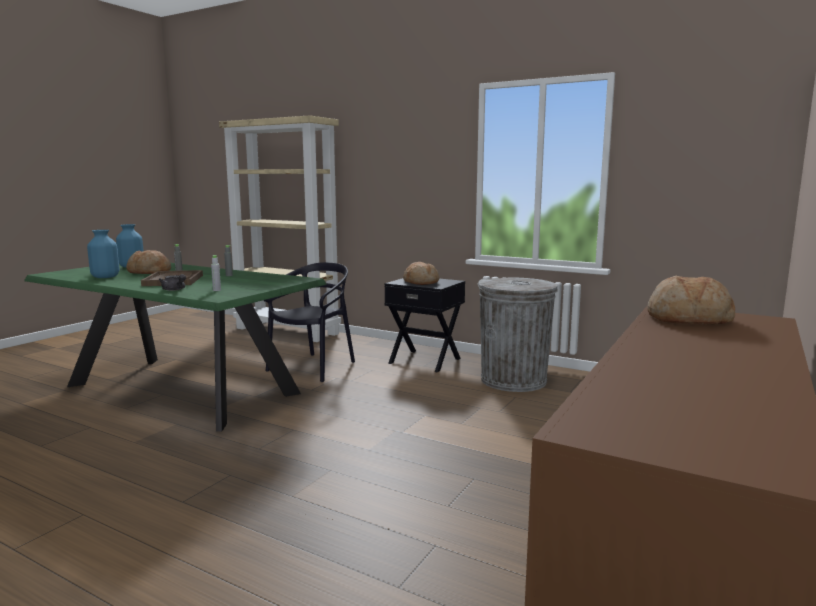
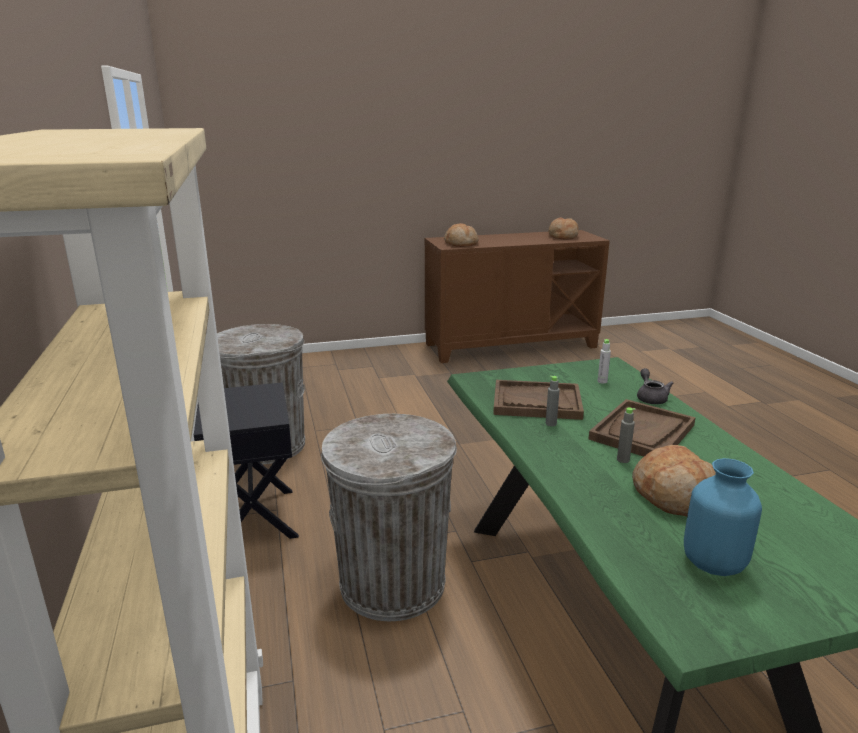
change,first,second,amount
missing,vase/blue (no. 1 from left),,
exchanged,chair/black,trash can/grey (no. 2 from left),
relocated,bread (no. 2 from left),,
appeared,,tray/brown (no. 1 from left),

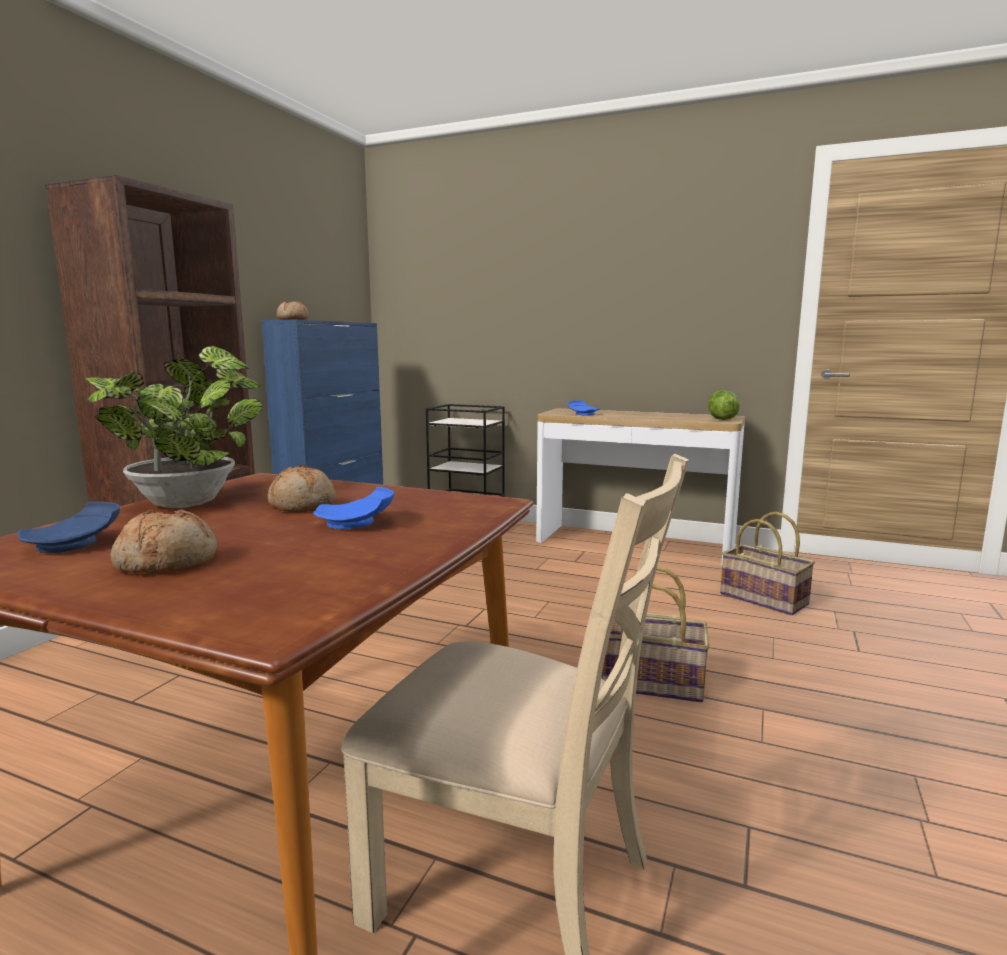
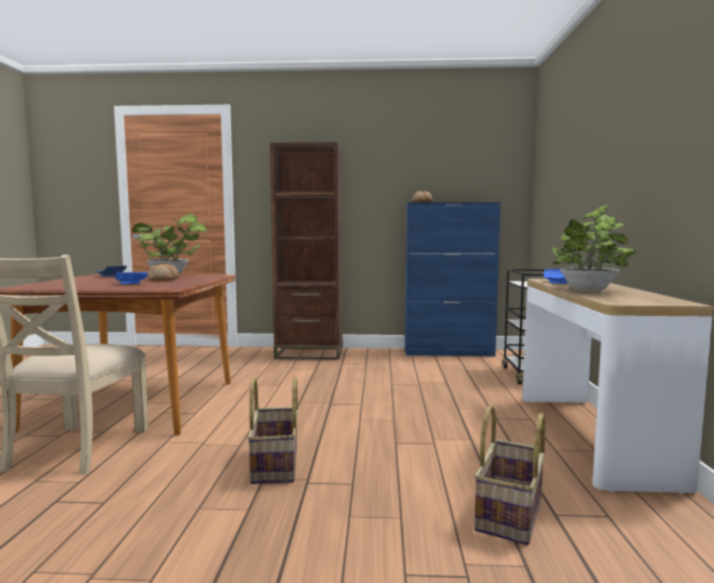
change,first,second,amount
missing,lettuce,,
missing,bread (no. 1 from left),,
appeared,,potted plant (no. 2 from left),

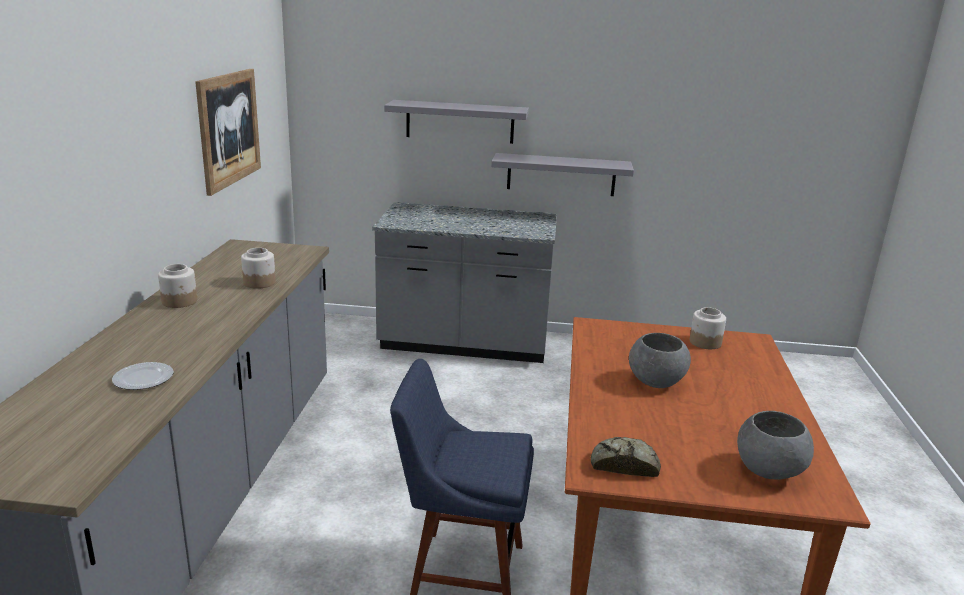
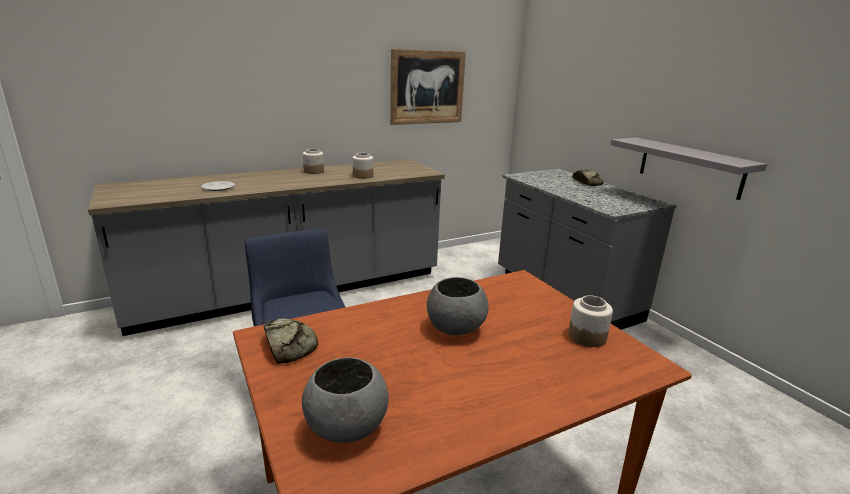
change,first,second,amount
missing,shelf/grey (no. 1 from left),,
appeared,,bread (no. 2 from left),

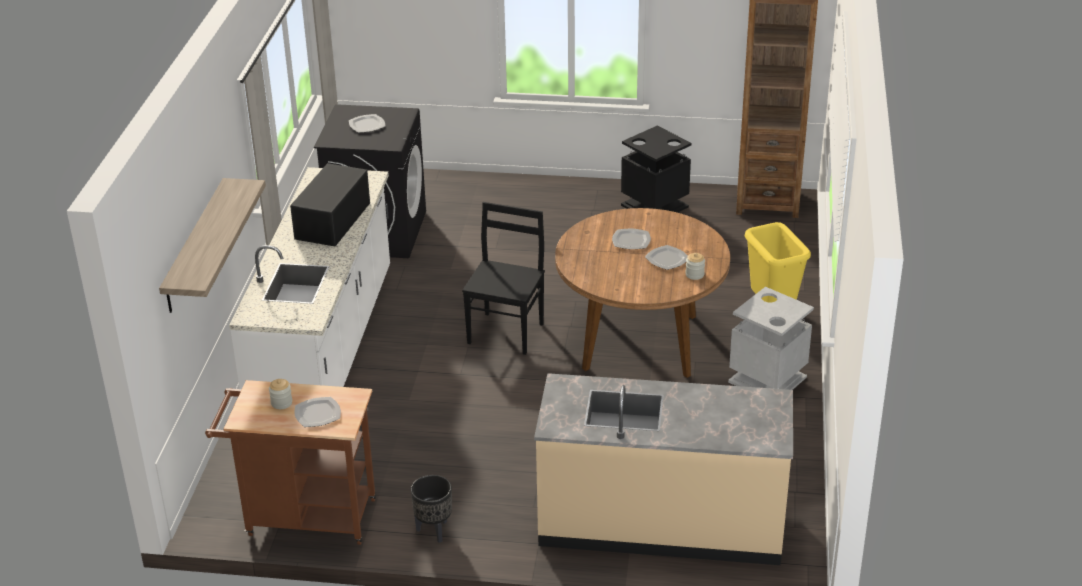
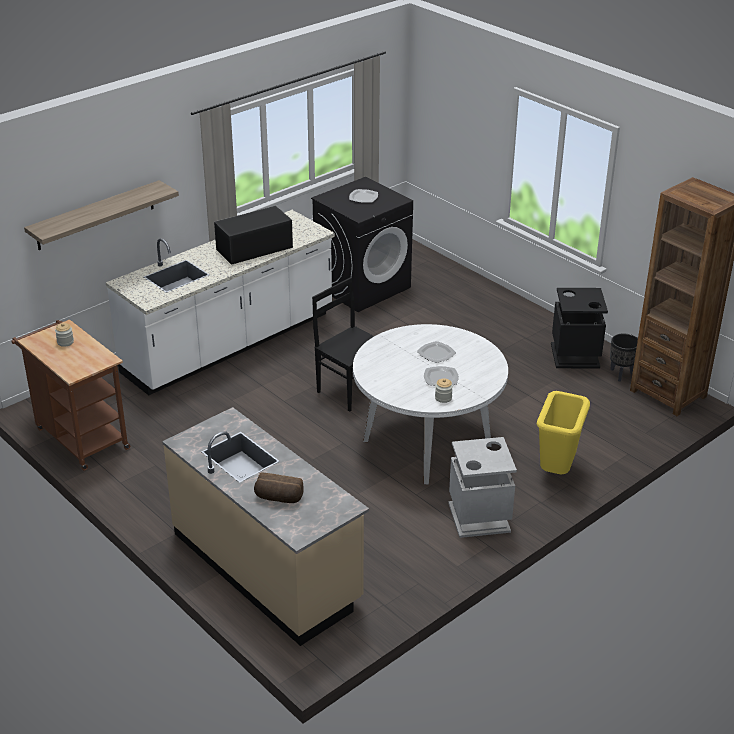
change,first,second,amount
spun,chair/black,,105 degrees counterclockwise
colour,dining table/brown,dining table/white,
missing,plate (no. 1 from left),,
relocated,planter/black,,
appeared,,bread,

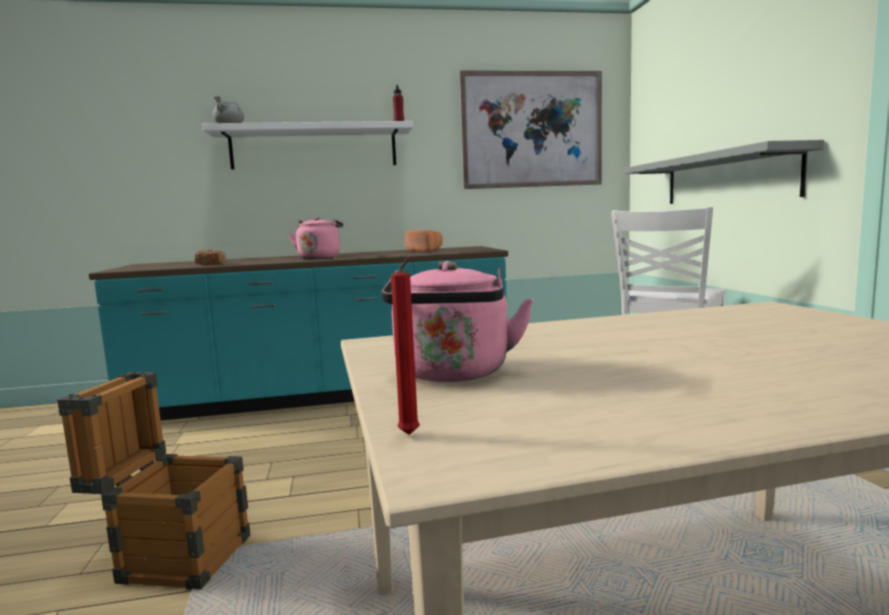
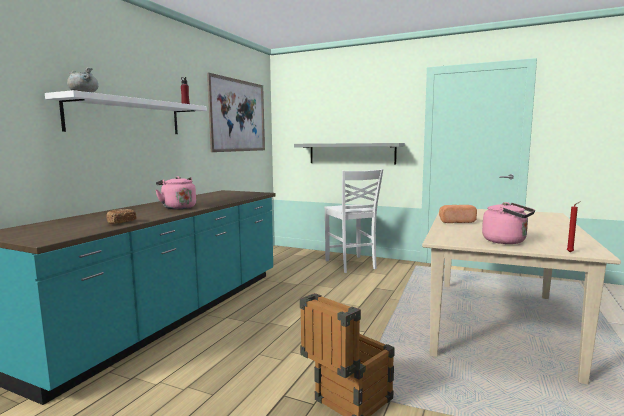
change,first,second,amount
relocated,bread (no. 2 from left),,

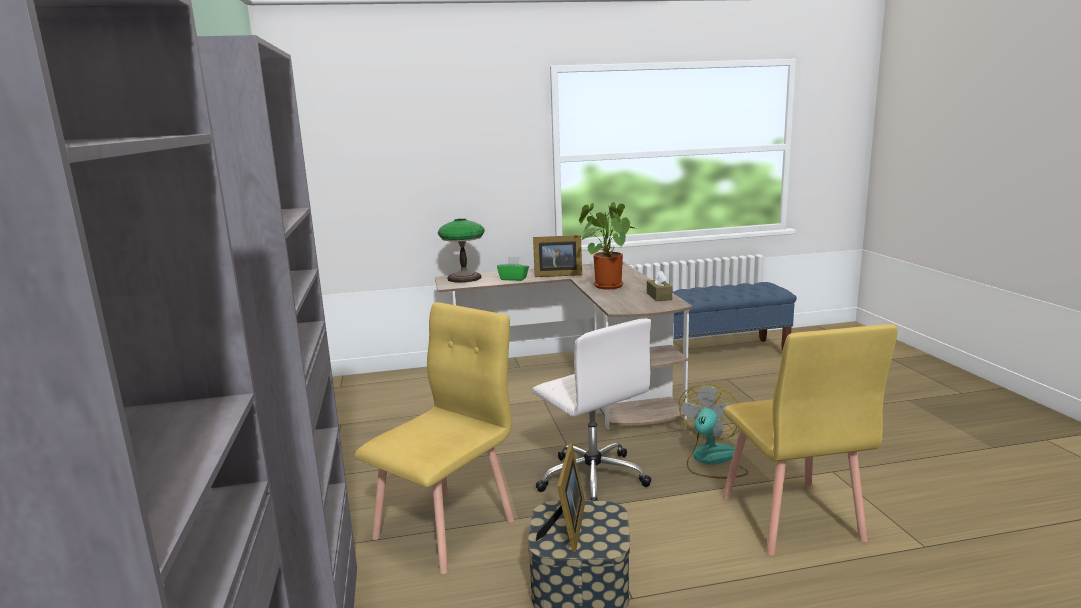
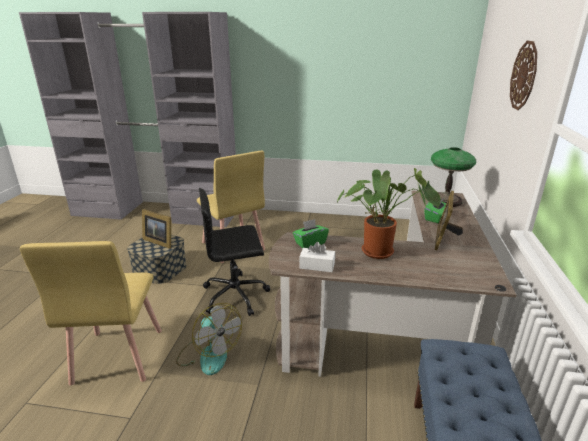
change,first,second,amount
colour,tissue box/brown,tissue box/white,
colour,office chair/white,office chair/black,
spun,chair/yellow (no. 2 from left in the first image),chair/yellow (no. 1 from left),105 degrees counterclockwise
appeared,,wall clock,
appeared,,tissue box/green (no. 1 from left),

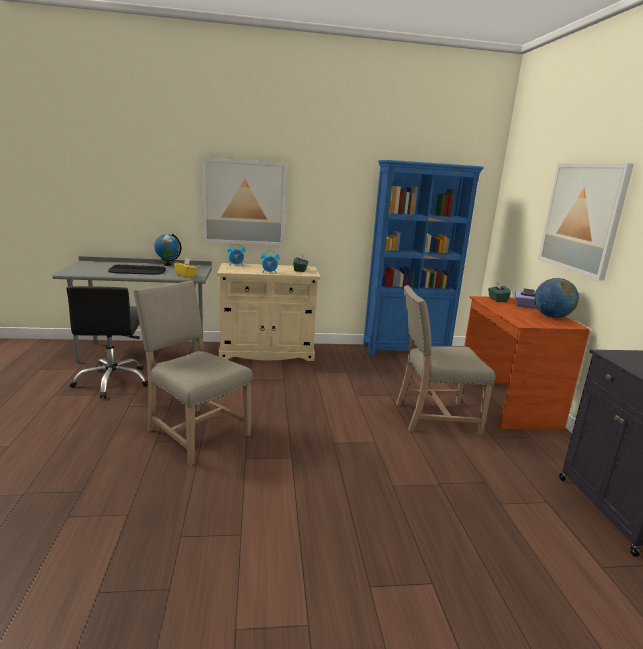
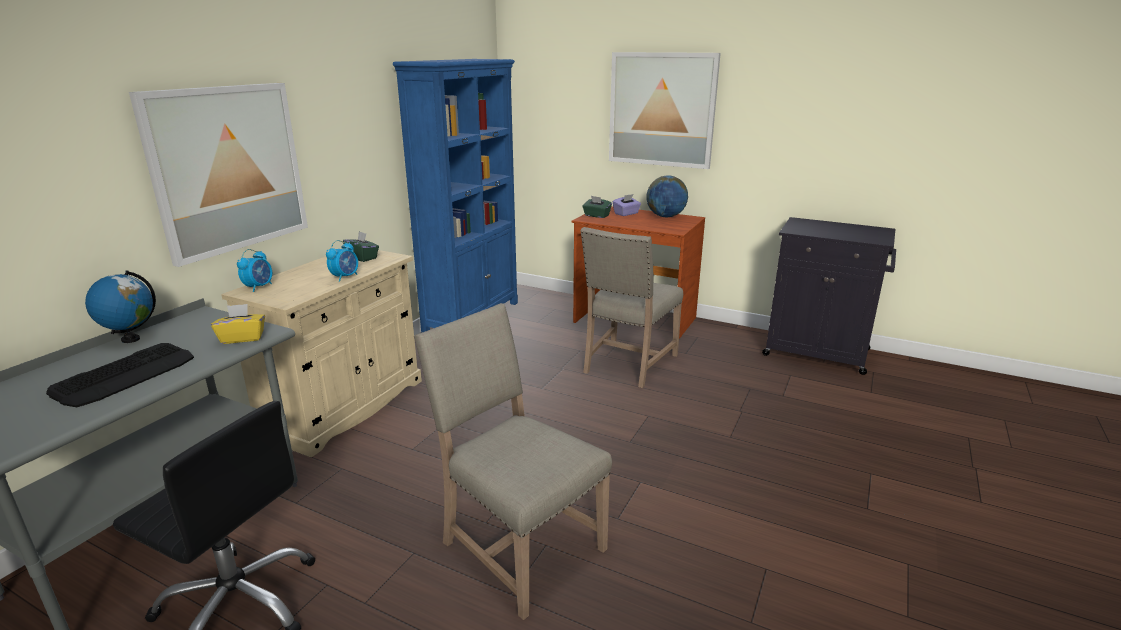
change,first,second,amount
spun,chair/beige (no. 1 from left),,60 degrees clockwise

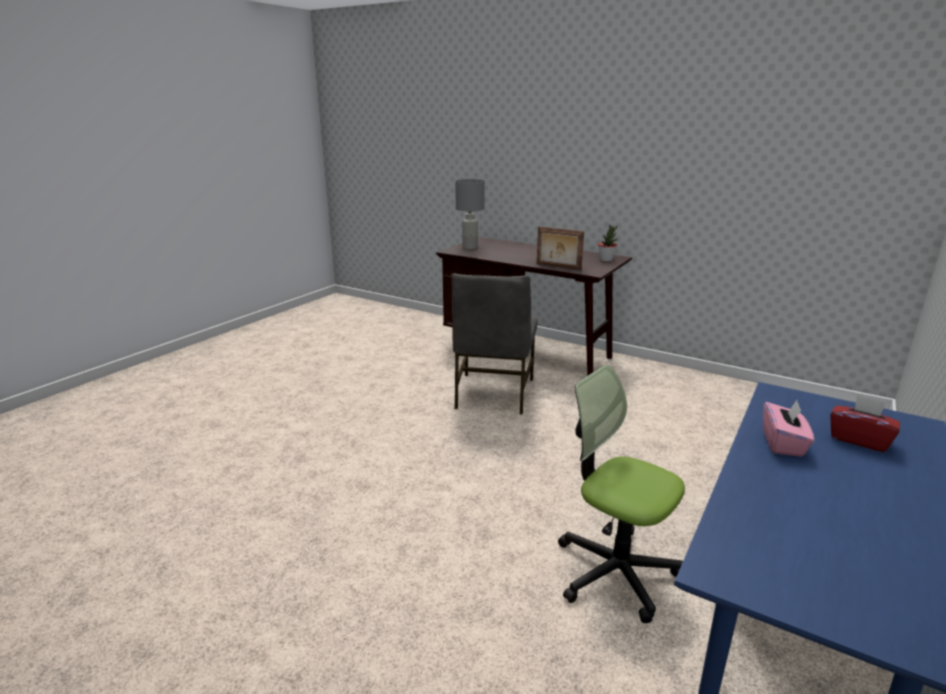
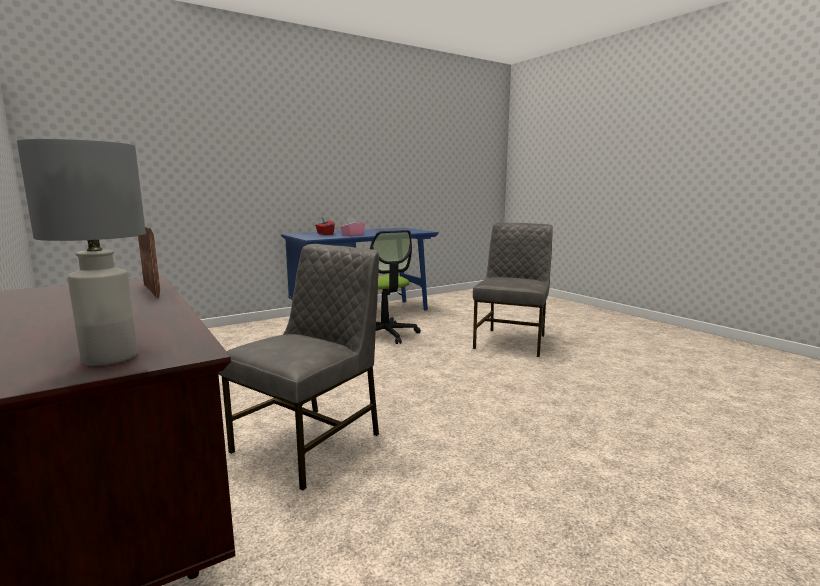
change,first,second,amount
missing,potted plant,,
appeared,,chair/grey (no. 2 from left),

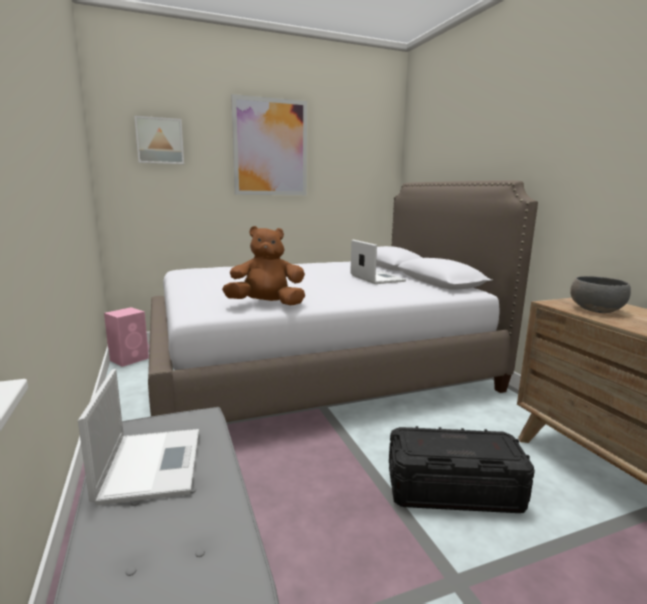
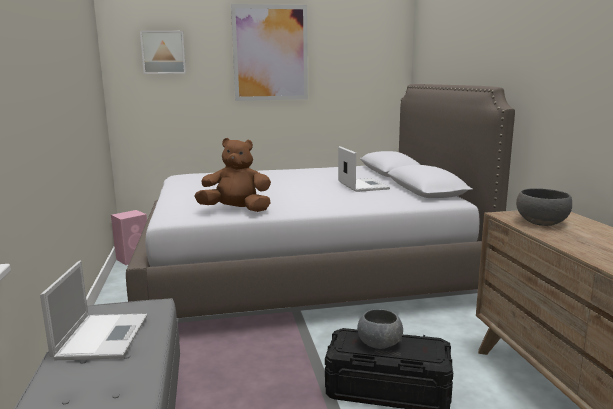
change,first,second,amount
appeared,,bowl/grey (no. 1 from left),

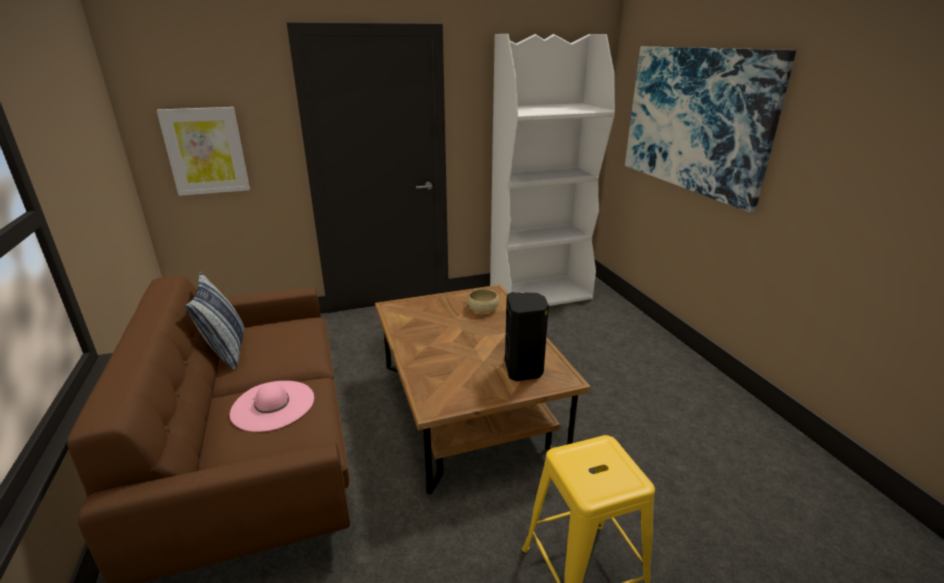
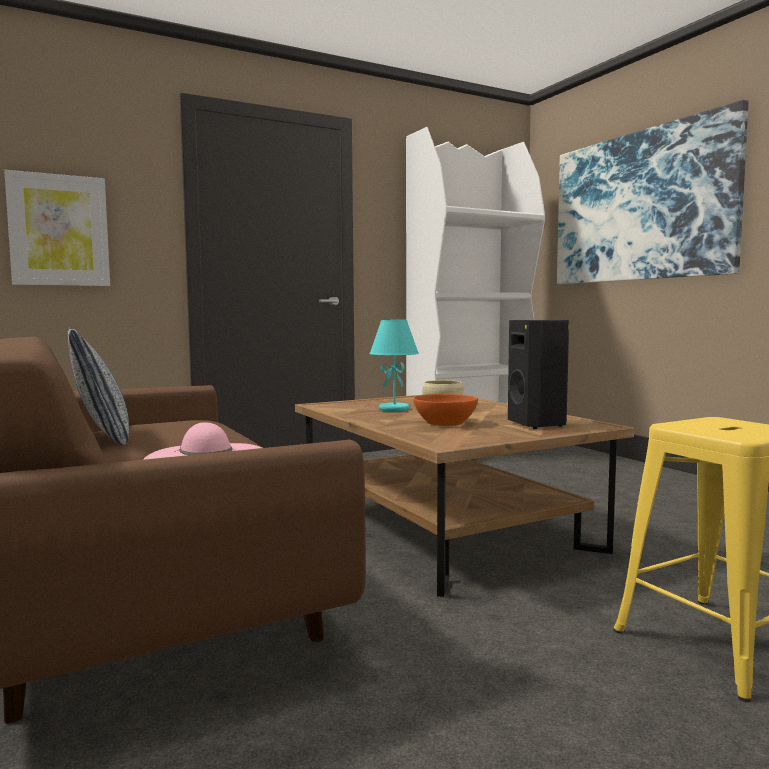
change,first,second,amount
appeared,,table lamp/turquoise,
appeared,,bowl/orange,

